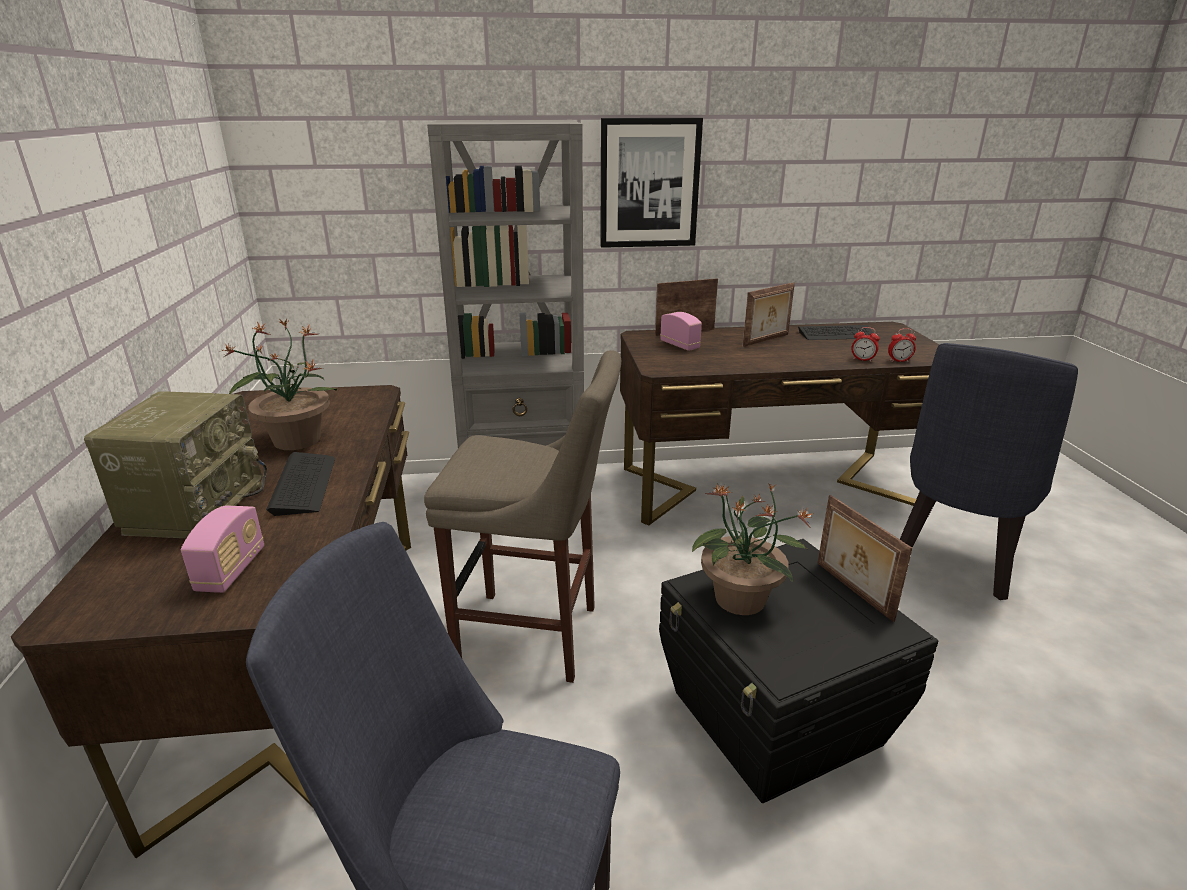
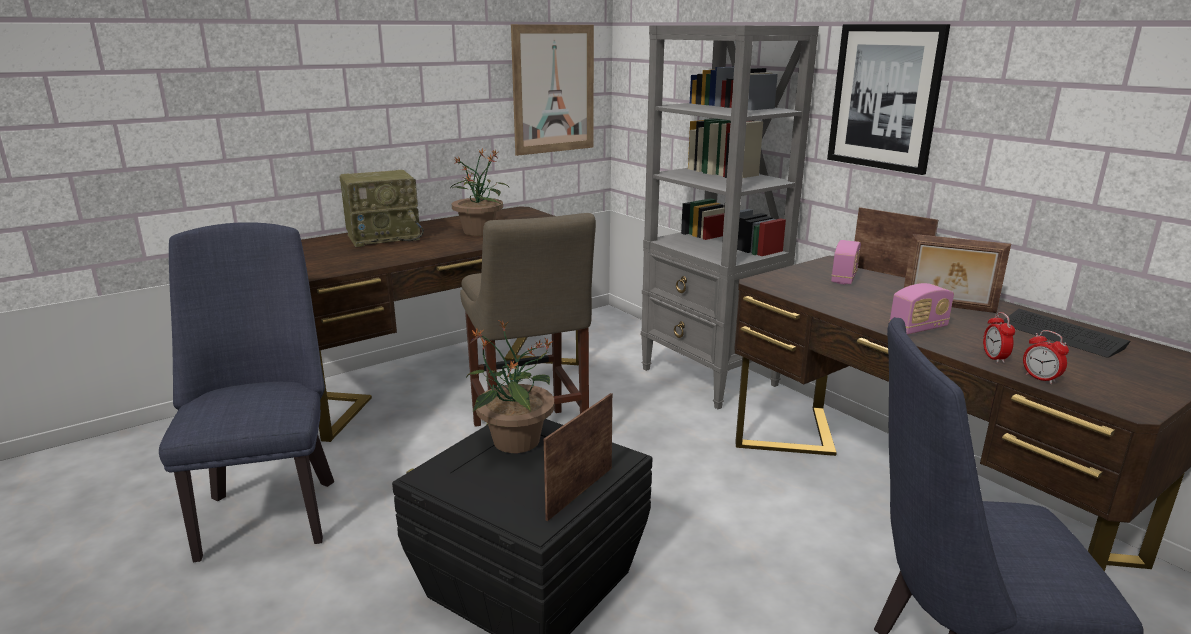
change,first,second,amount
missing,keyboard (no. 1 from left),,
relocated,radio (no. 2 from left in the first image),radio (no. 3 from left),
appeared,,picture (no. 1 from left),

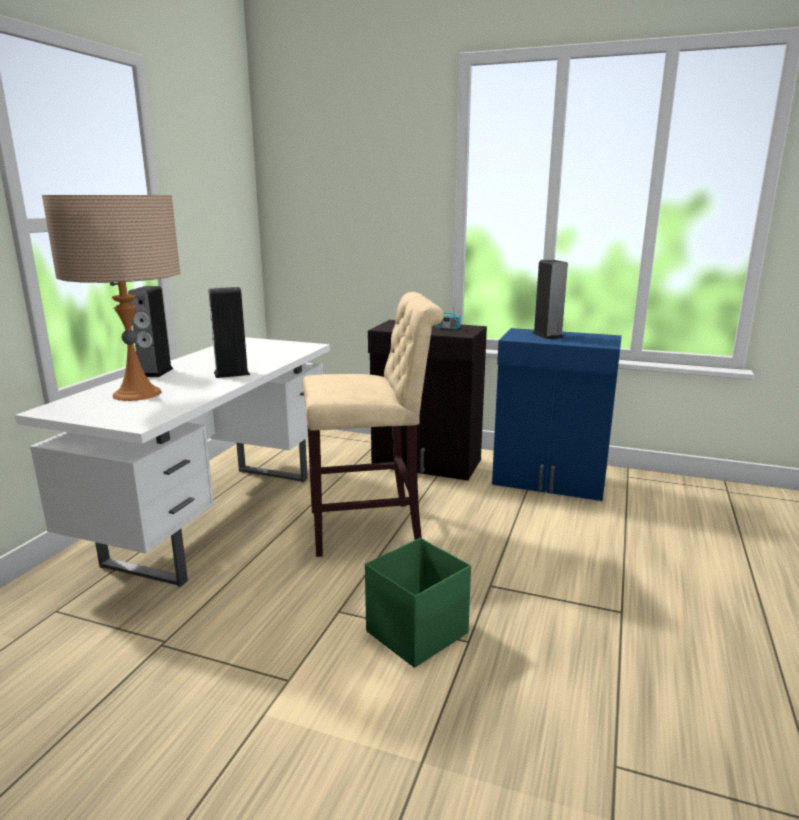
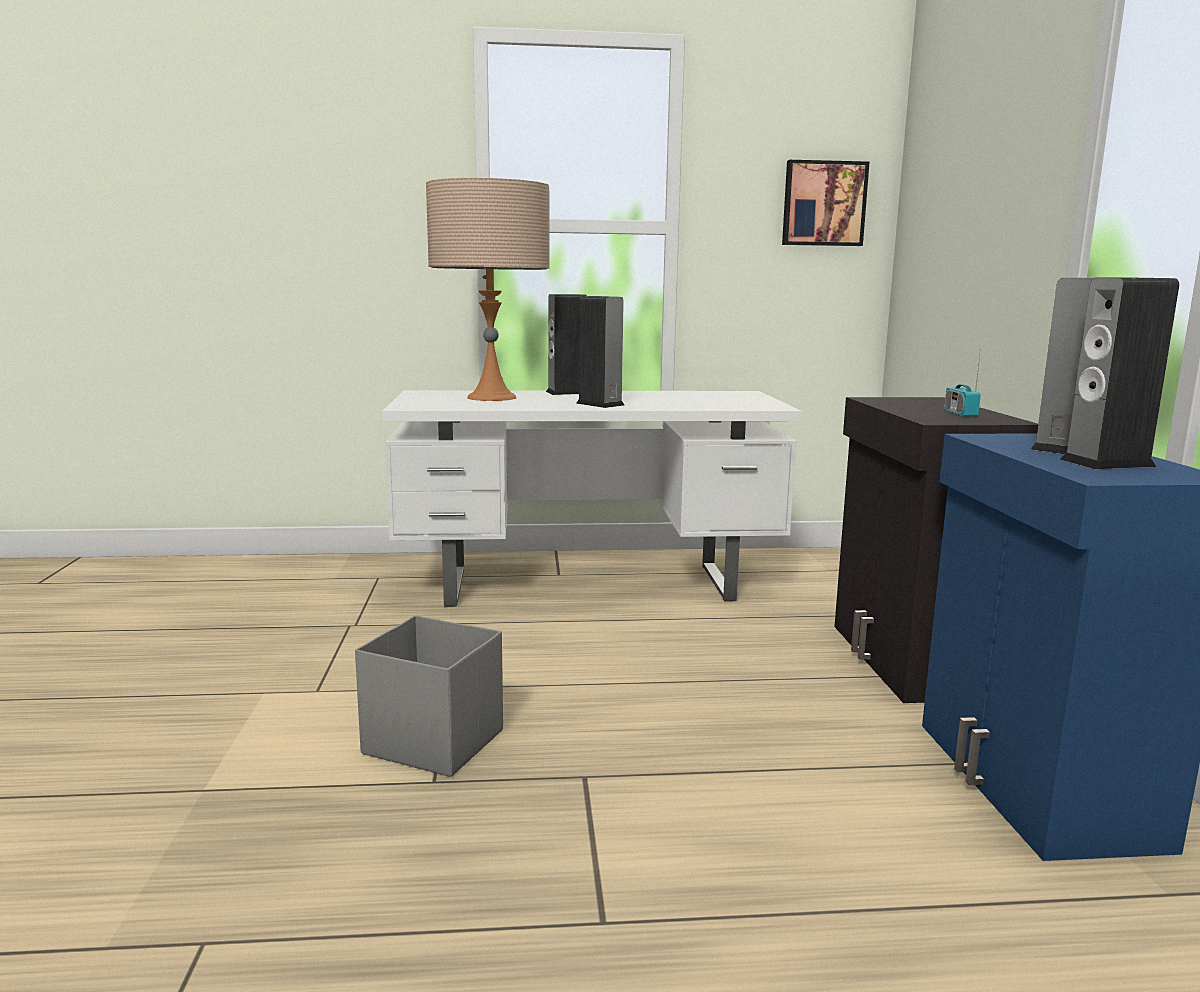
change,first,second,amount
missing,stool/beige,,
colour,storage box/green,storage box/grey,
appeared,,picture,
appeared,,speaker (no. 4 from left),

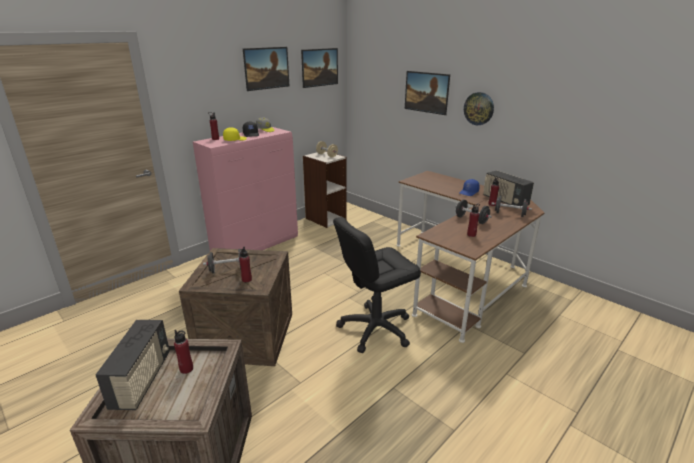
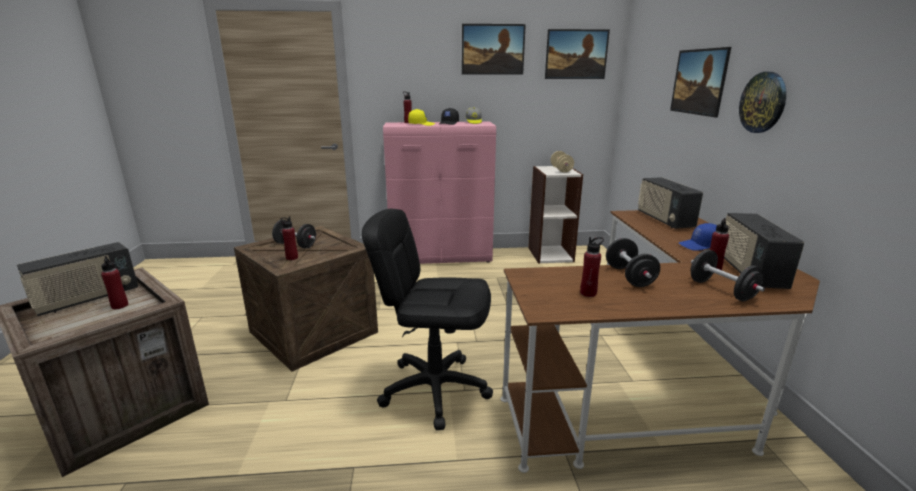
change,first,second,amount
appeared,,radio (no. 2 from left),

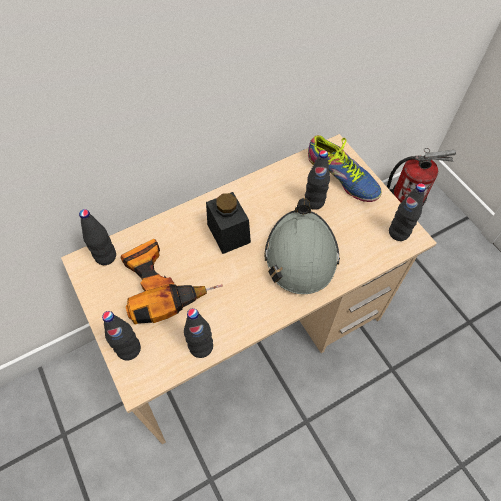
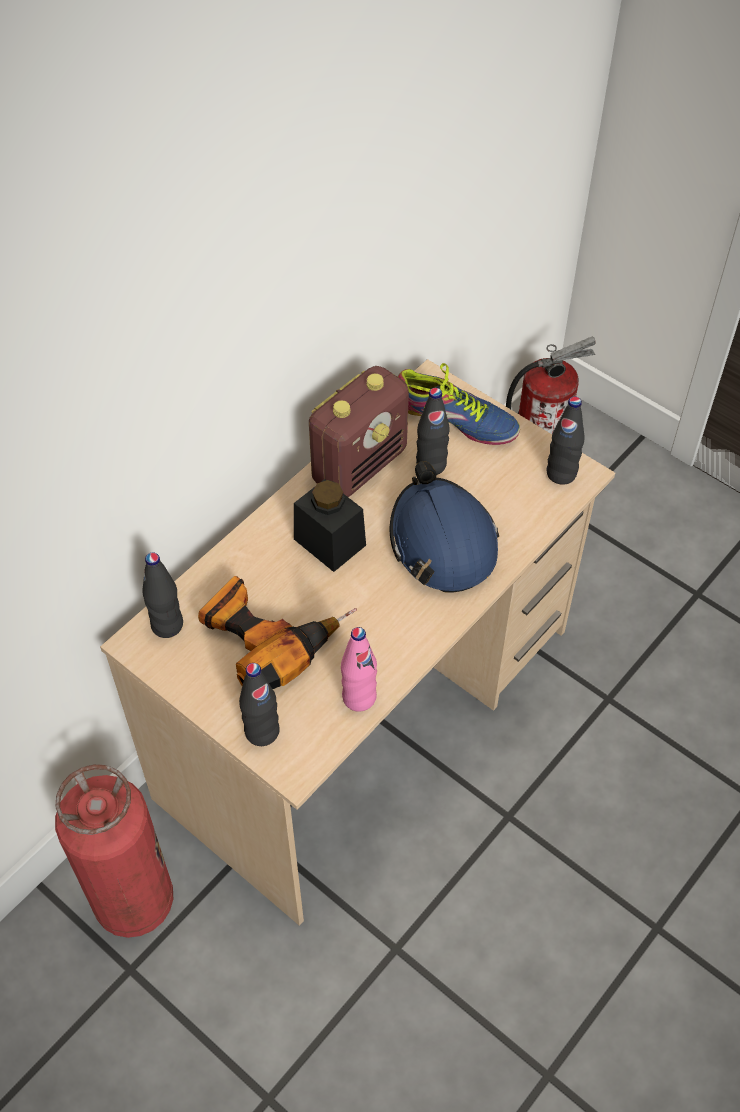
change,first,second,amount
colour,hard hat/grey,hard hat/blue,
colour,bottle/black (no. 3 from left),bottle/pink,
appeared,,radio,
appeared,,fire extinguisher (no. 1 from left),

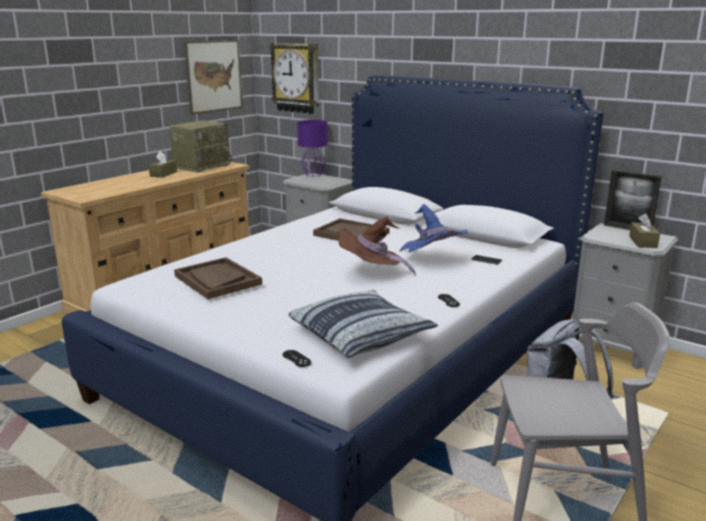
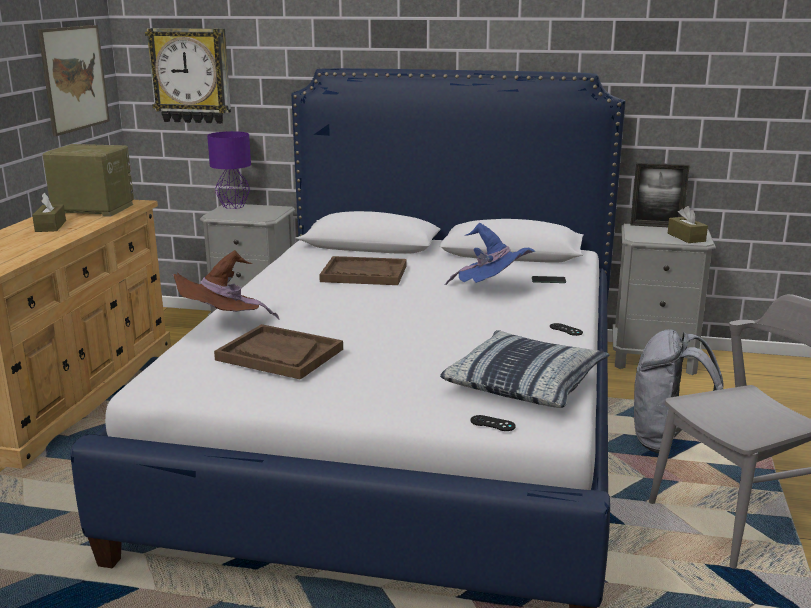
change,first,second,amount
spun,radio,,90 degrees counterclockwise
relocated,hat/brown,,

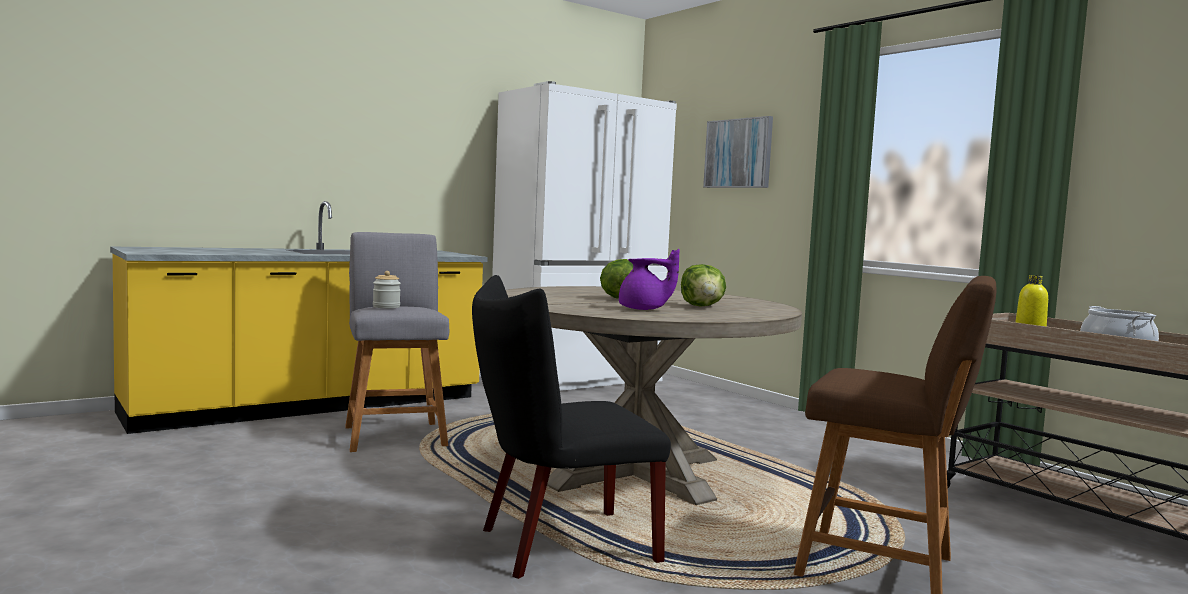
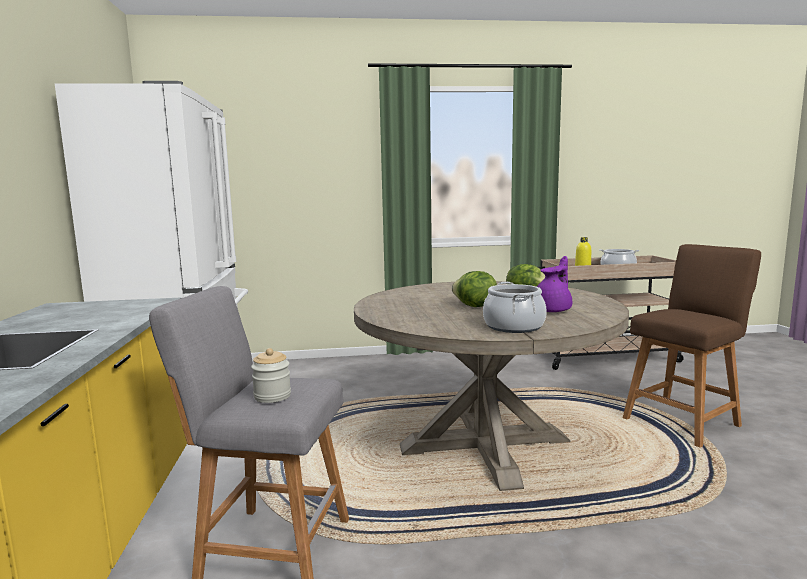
change,first,second,amount
missing,picture,,
missing,chair/black,,
appeared,,cooking pot (no. 1 from left),

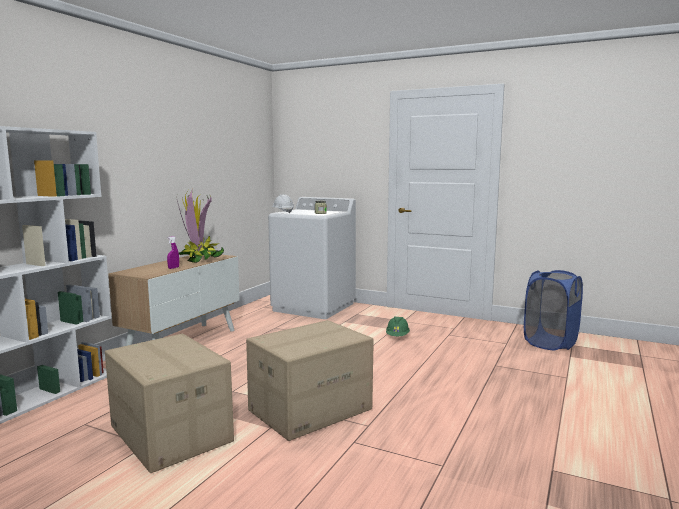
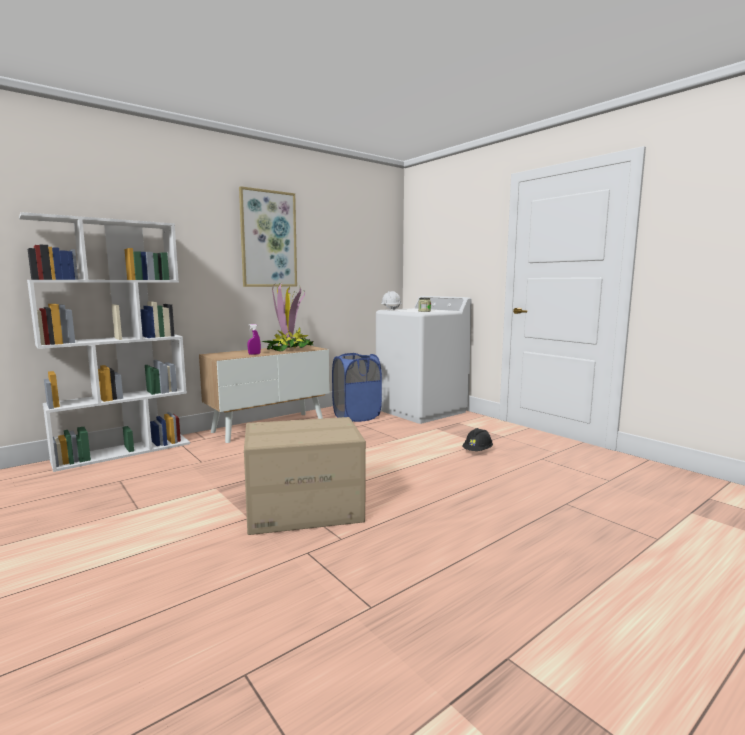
change,first,second,amount
relocated,laundry basket/blue,,
colour,hard hat/green,hard hat/black,
missing,cardboard box (no. 1 from left),,
appeared,,picture,

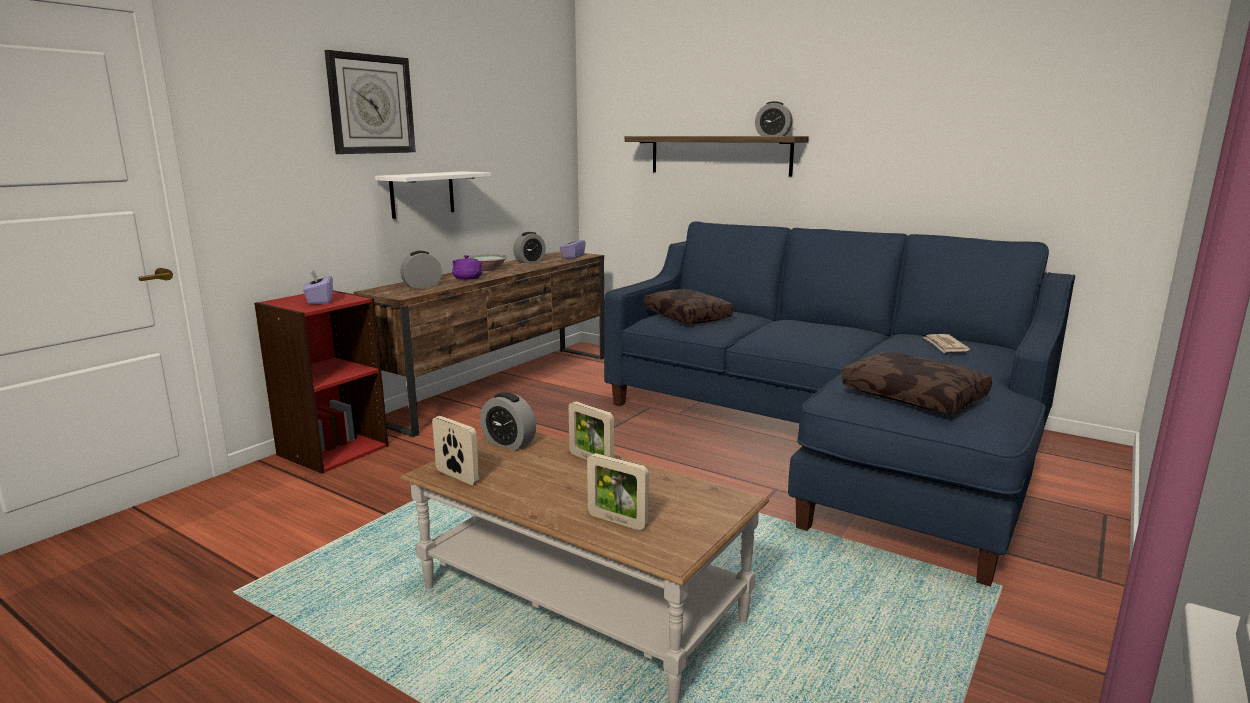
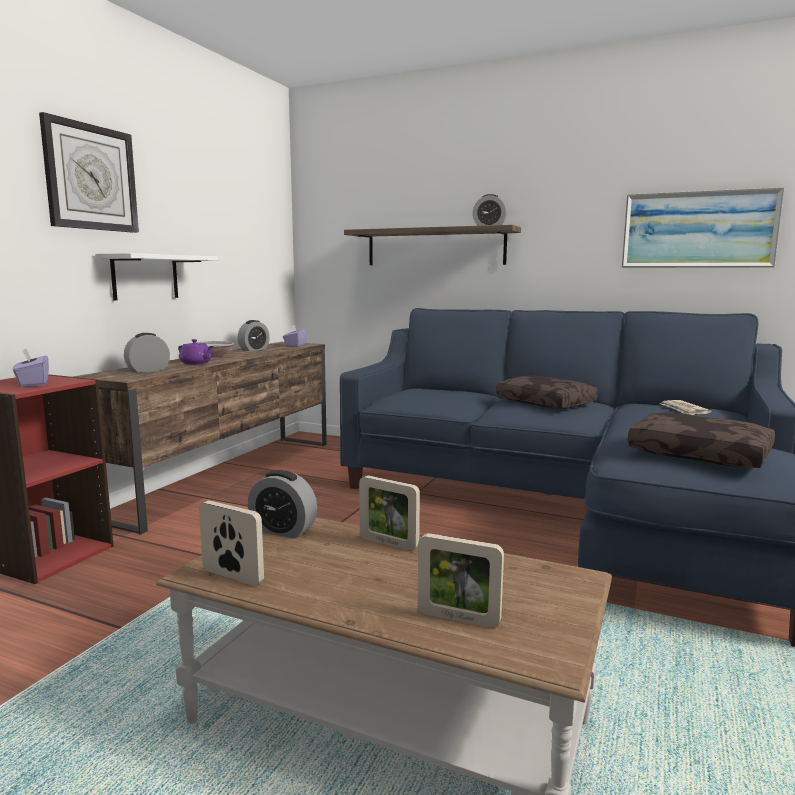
change,first,second,amount
relocated,pillow/brown (no. 1 from left),,
appeared,,picture,

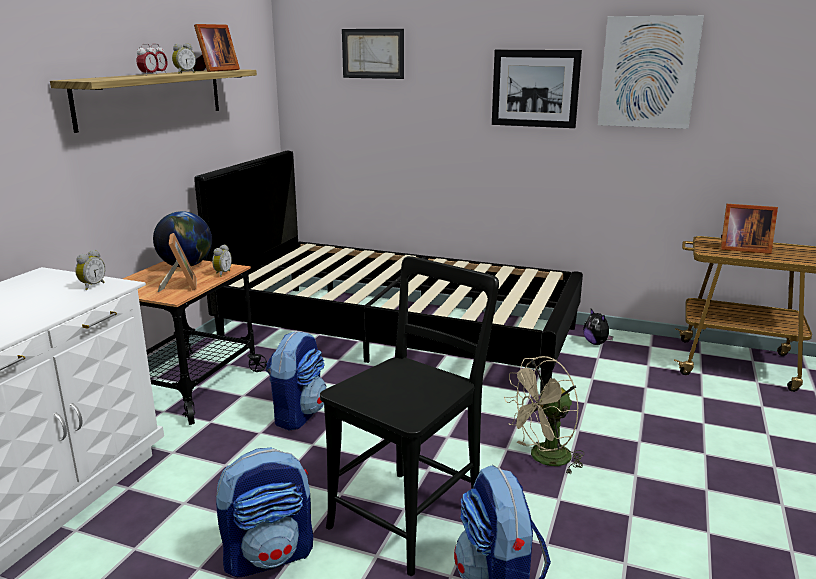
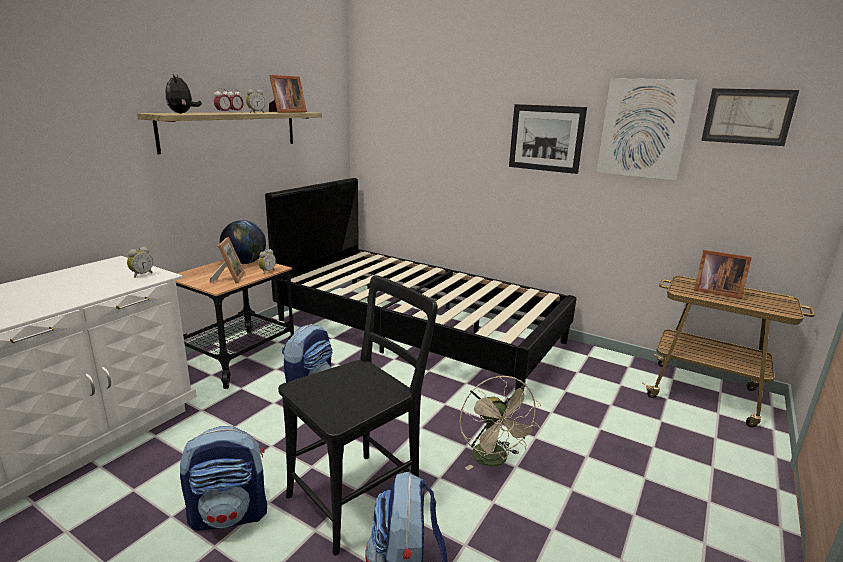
change,first,second,amount
relocated,picture (no. 1 from left in the first image),picture (no. 3 from left),
relocated,plush toy,,
spun,fan/beige,,90 degrees counterclockwise

